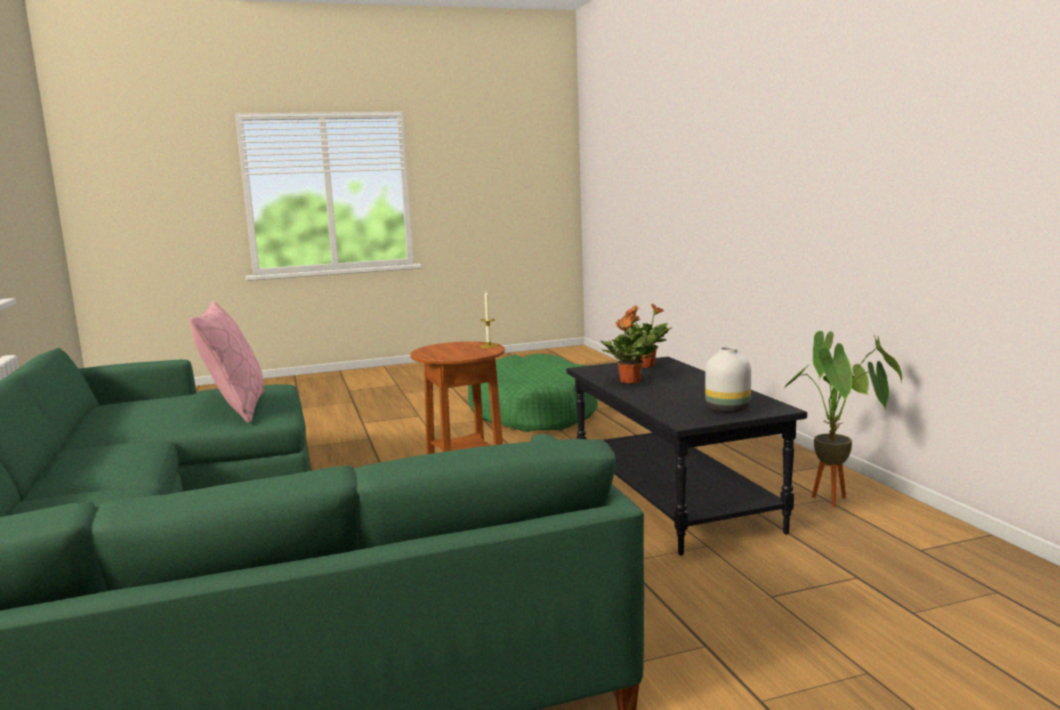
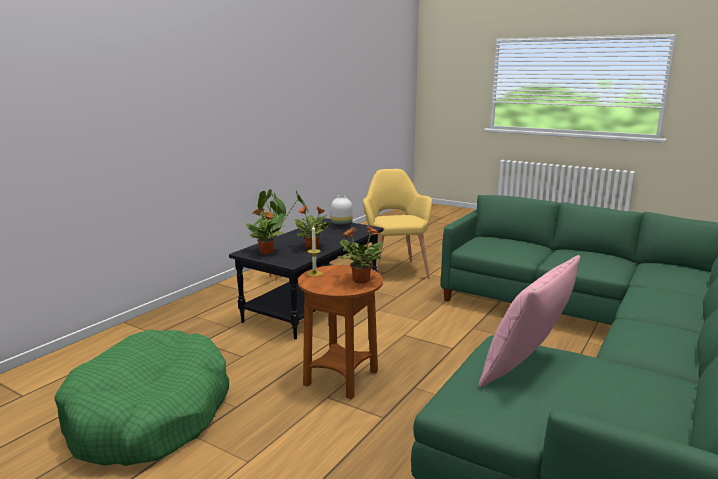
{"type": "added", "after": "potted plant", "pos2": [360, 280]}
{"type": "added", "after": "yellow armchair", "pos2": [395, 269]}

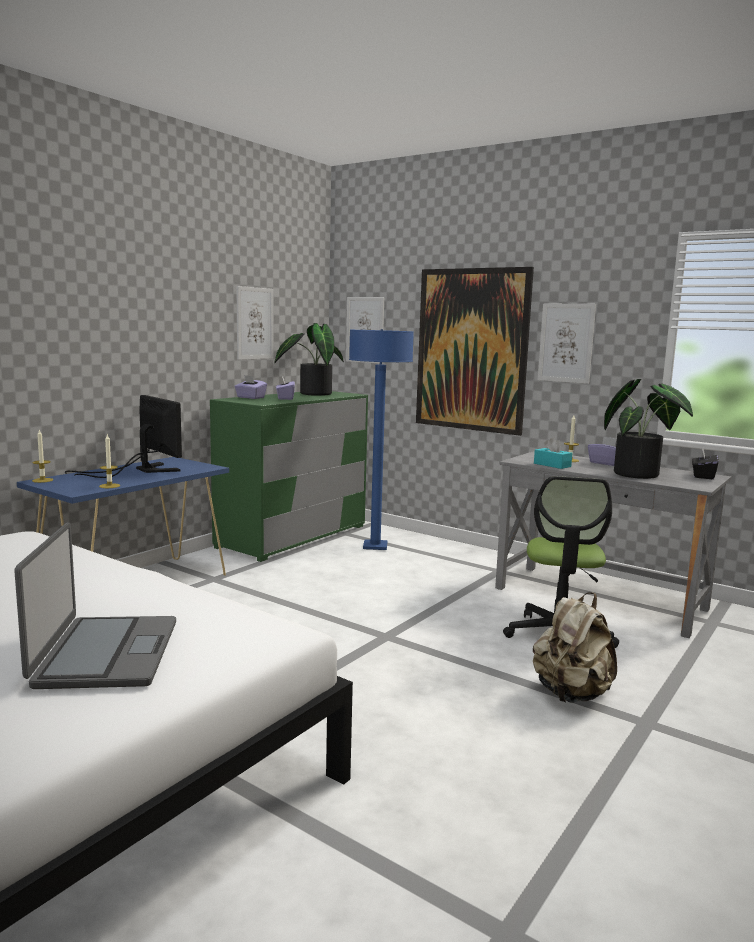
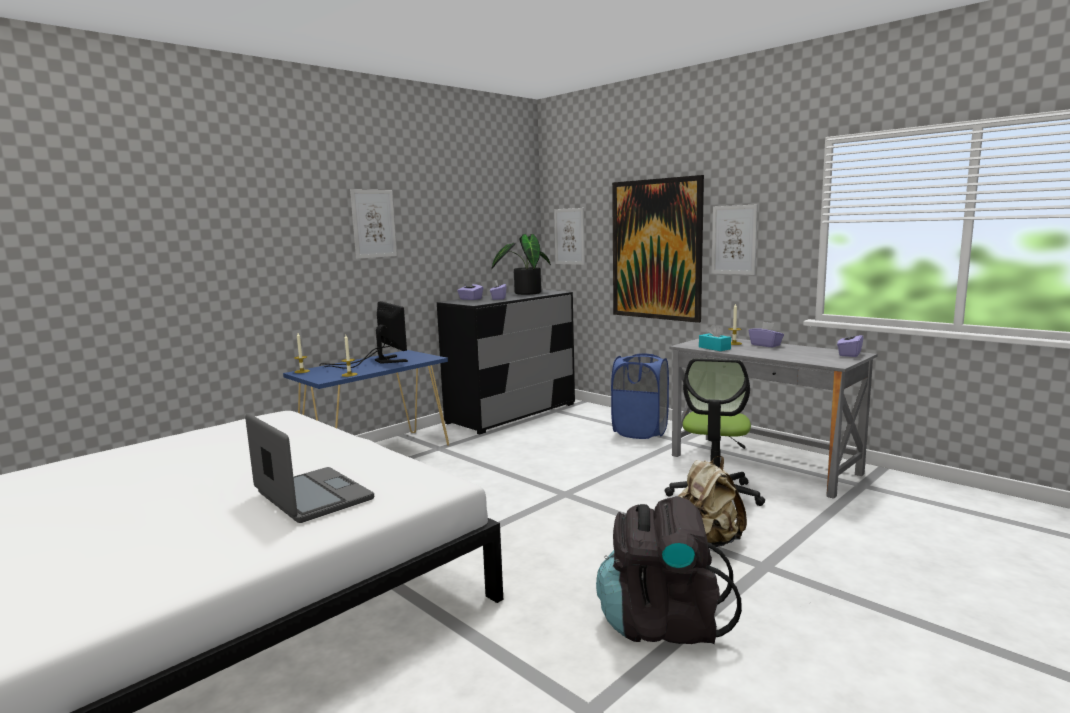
{"type": "removed", "before": "blue floor lamp", "pos1": [375, 546]}
{"type": "removed", "before": "potted plant", "pos1": [641, 474]}
{"type": "added", "after": "black backpack", "pos2": [662, 623]}
{"type": "added", "after": "blue laundry basket", "pos2": [640, 431]}
{"type": "moved", "before": "picture", "pos1": [254, 323], "pos2": [373, 224]}
{"type": "recoloured", "before": "green dresser", "after": "black dresser", "pos1": [293, 536], "pos2": [512, 413]}
{"type": "recoloured", "before": "black tissue box", "after": "purple tissue box", "pos1": [703, 476], "pos2": [849, 354]}
{"type": "turned", "before": "laptop", "pos1": [105, 653], "pos2": [312, 497], "turn": -45}

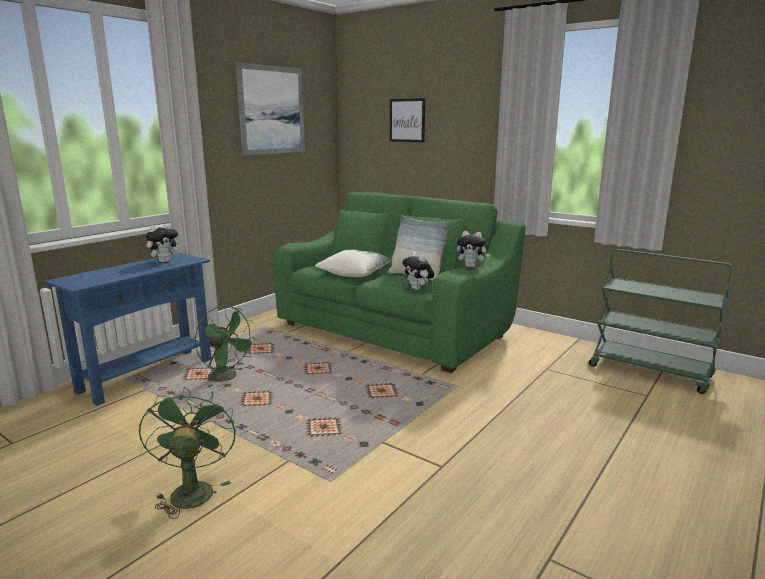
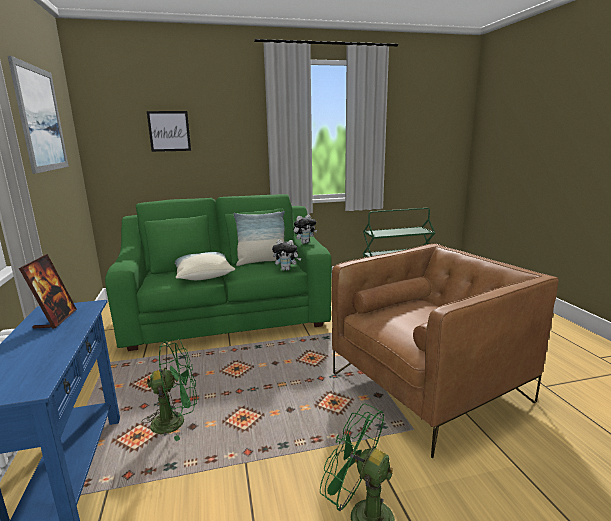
{"type": "added", "after": "brown armchair", "pos2": [428, 387]}
{"type": "replaced", "before": "plush toy", "after": "picture frame", "pos1": [165, 261], "pos2": [55, 319]}

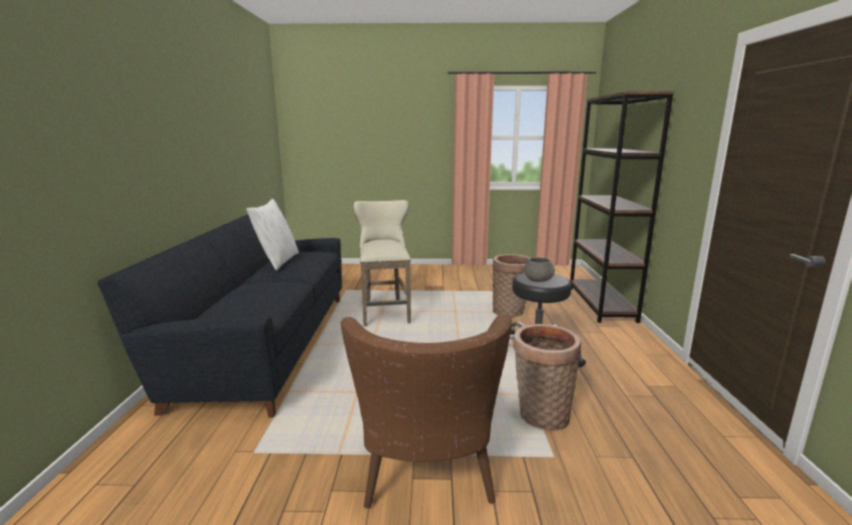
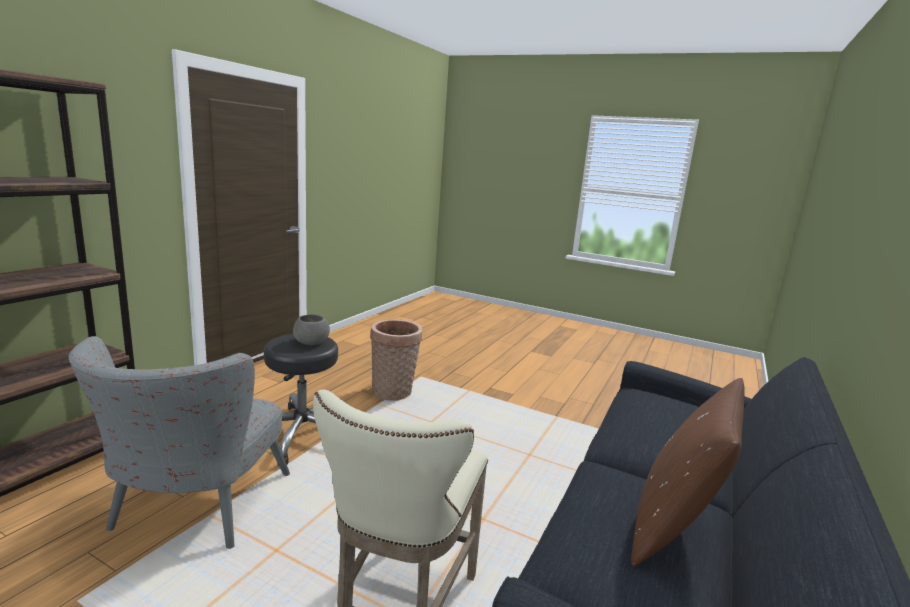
{"type": "removed", "before": "brown armchair", "pos1": [426, 475]}
{"type": "replaced", "before": "basket", "after": "grey armchair", "pos1": [510, 311], "pos2": [192, 511]}
{"type": "recoloured", "before": "white pillow", "after": "brown pillow", "pos1": [277, 261], "pos2": [674, 529]}

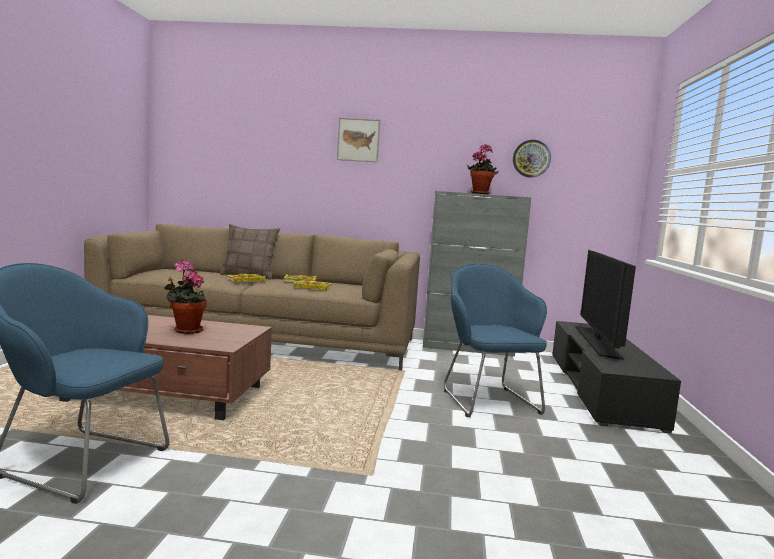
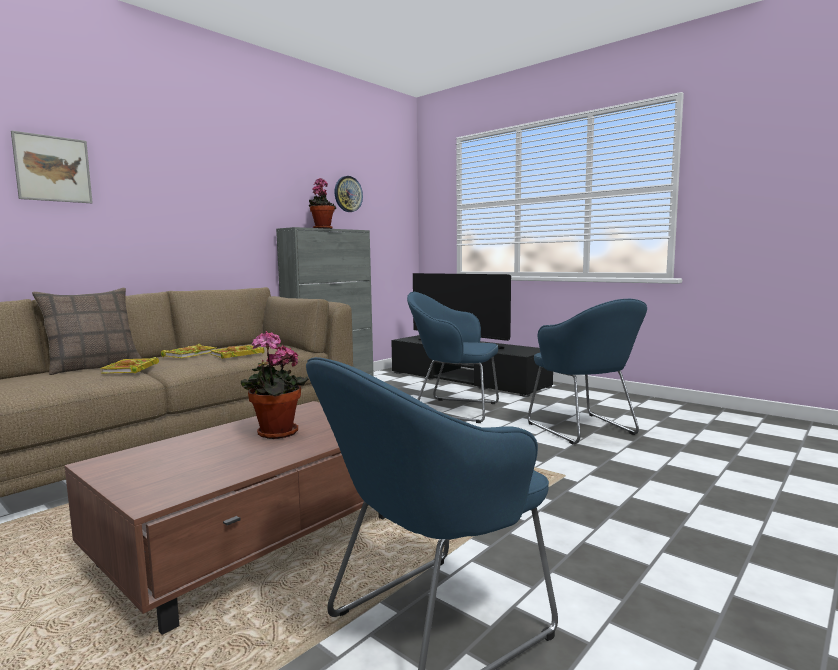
{"type": "added", "after": "blue armchair", "pos2": [585, 430]}
{"type": "moved", "before": "picture", "pos1": [358, 140], "pos2": [53, 169]}

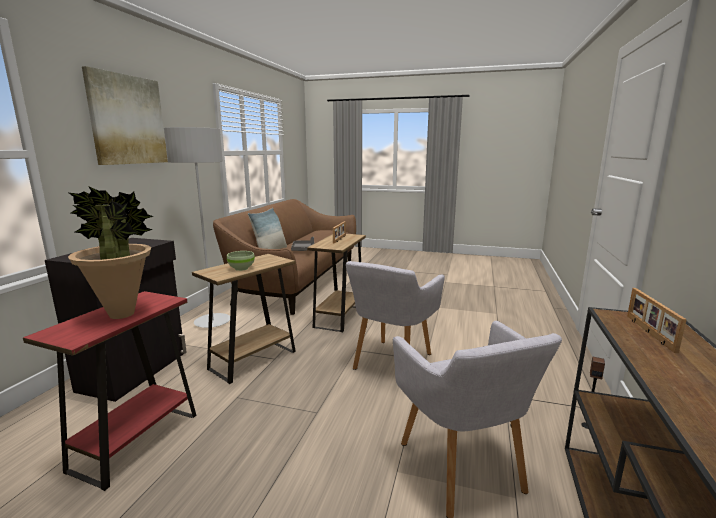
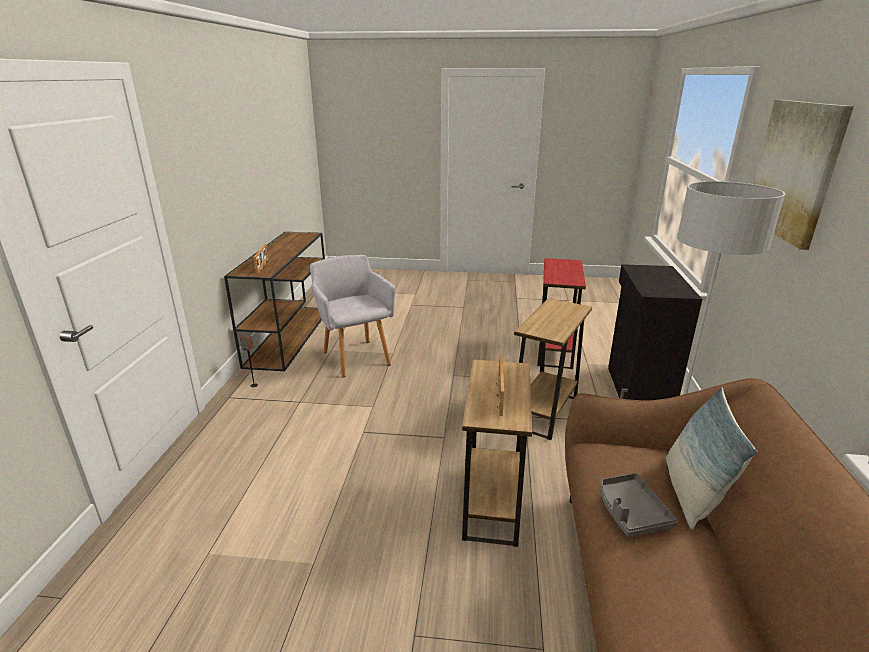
{"type": "removed", "before": "potted plant", "pos1": [122, 314]}
{"type": "removed", "before": "green bowl", "pos1": [241, 268]}
{"type": "removed", "before": "grey armchair", "pos1": [390, 362]}

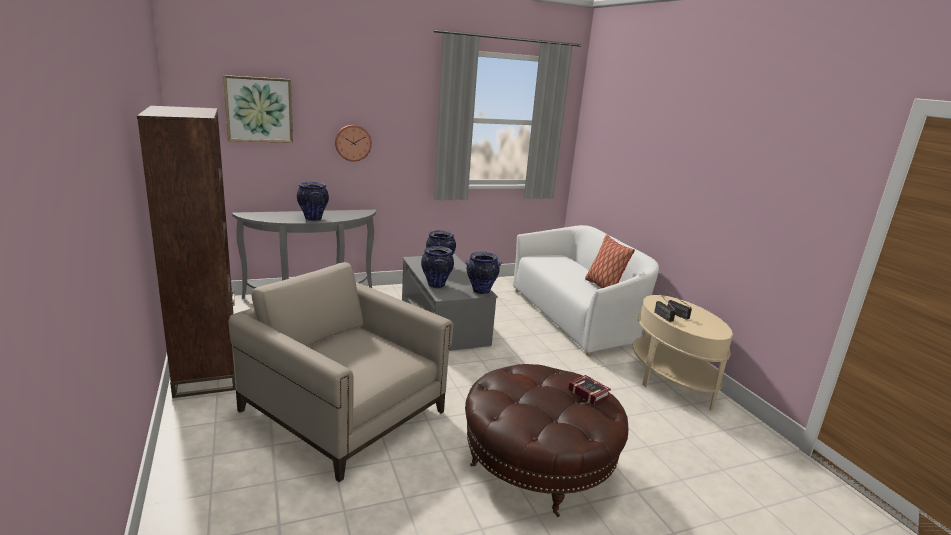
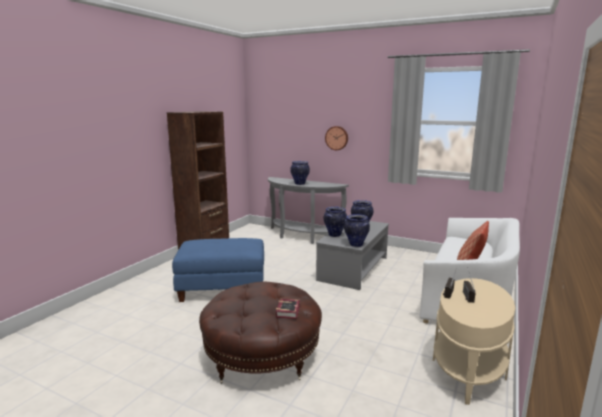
{"type": "removed", "before": "picture", "pos1": [259, 109]}
{"type": "replaced", "before": "beige armchair", "after": "blue ottoman", "pos1": [344, 411], "pos2": [223, 288]}

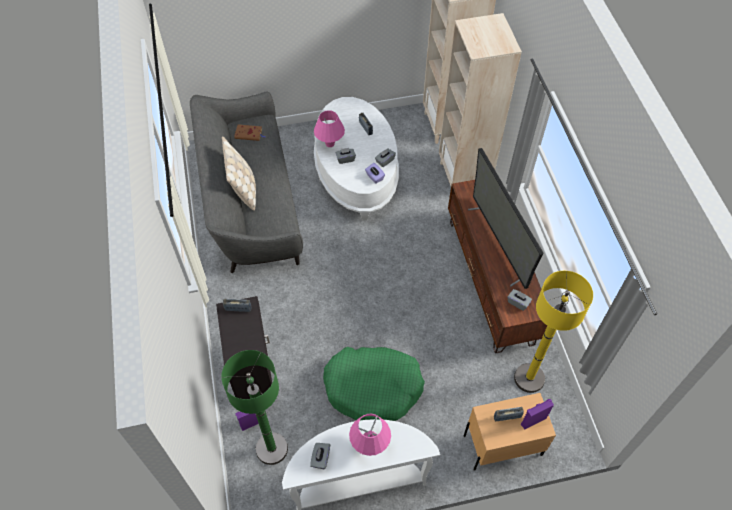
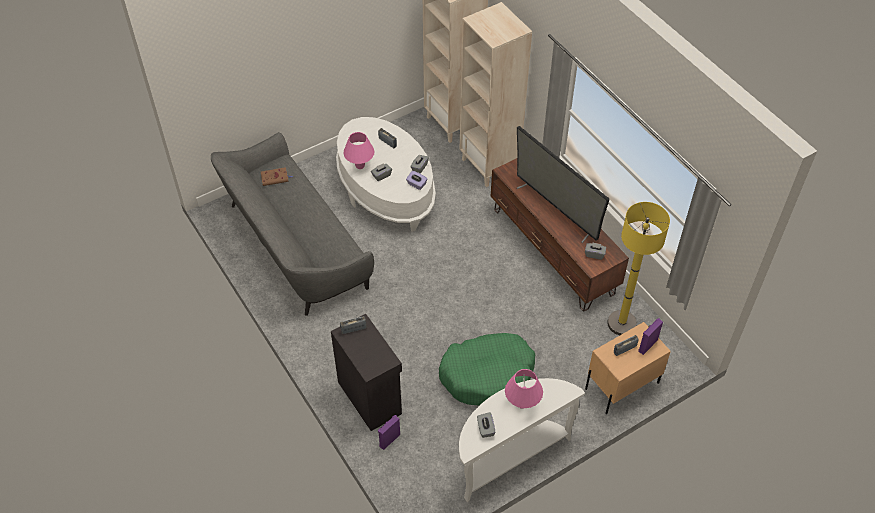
{"type": "removed", "before": "green floor lamp", "pos1": [272, 449]}
{"type": "removed", "before": "beige pillow", "pos1": [243, 189]}

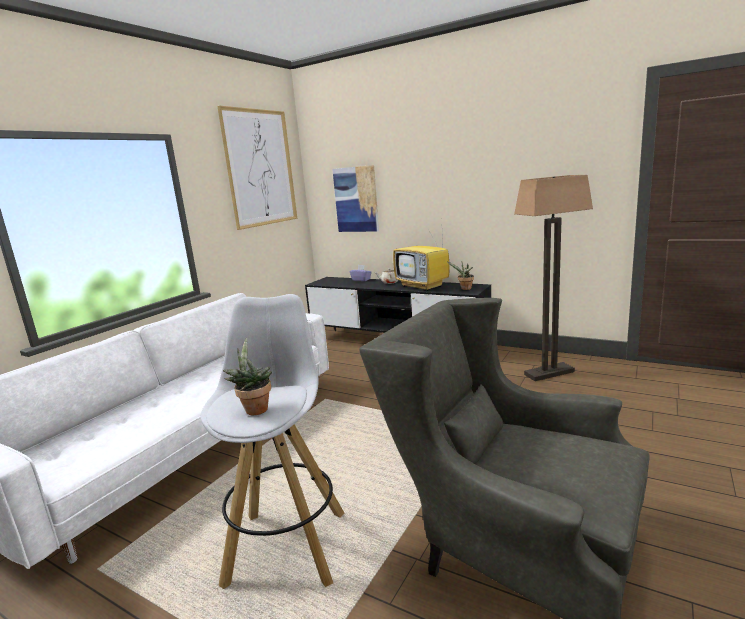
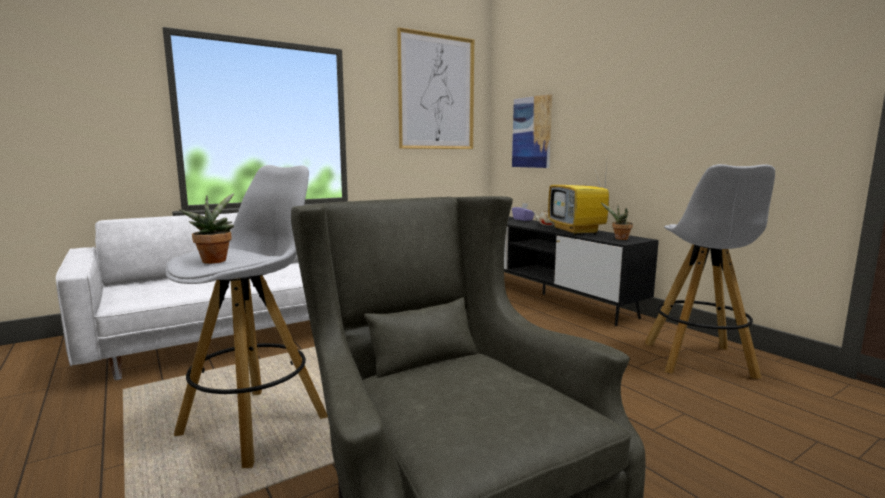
{"type": "replaced", "before": "floor lamp", "after": "white stool", "pos1": [549, 373], "pos2": [698, 361]}

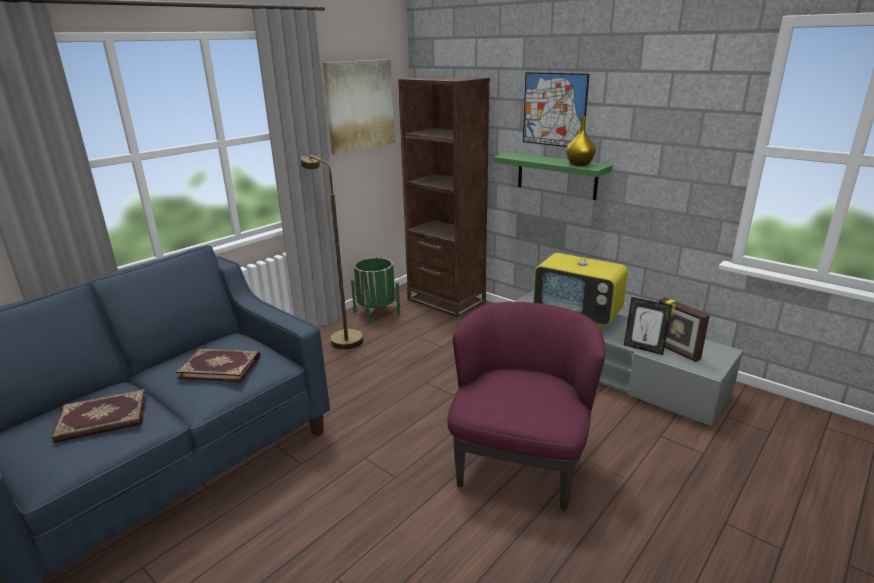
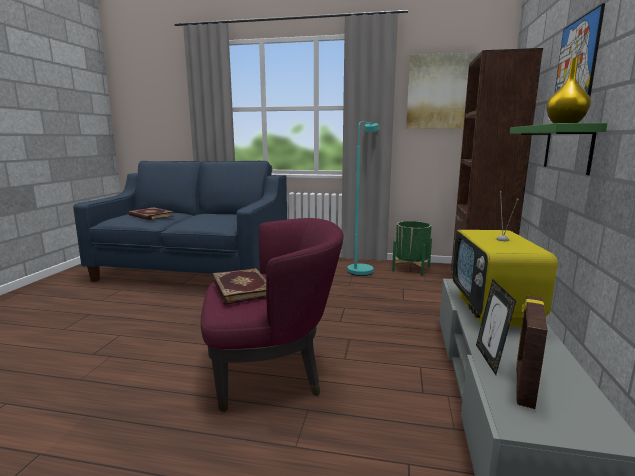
{"type": "moved", "before": "book", "pos1": [220, 367], "pos2": [243, 288]}
{"type": "recoloured", "before": "brown floor lamp", "after": "turquoise floor lamp", "pos1": [342, 338], "pos2": [361, 269]}

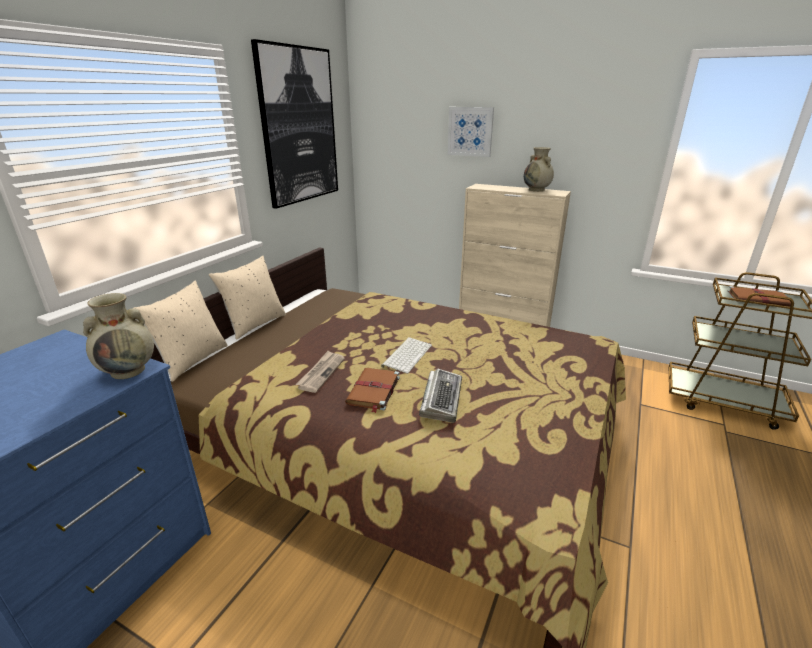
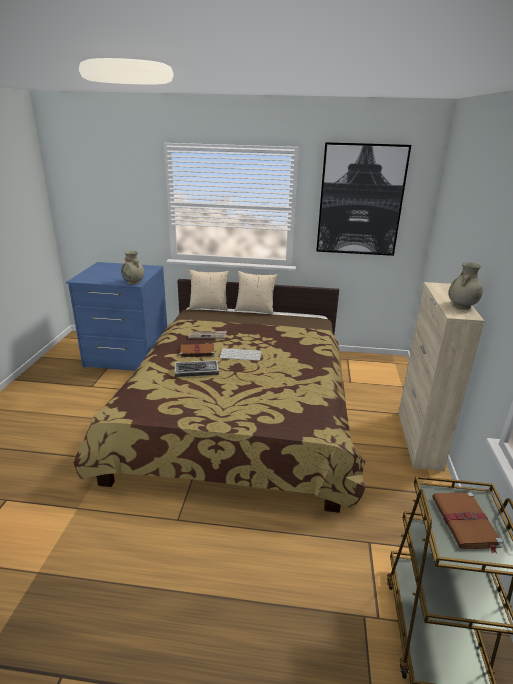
{"type": "removed", "before": "picture", "pos1": [470, 131]}

